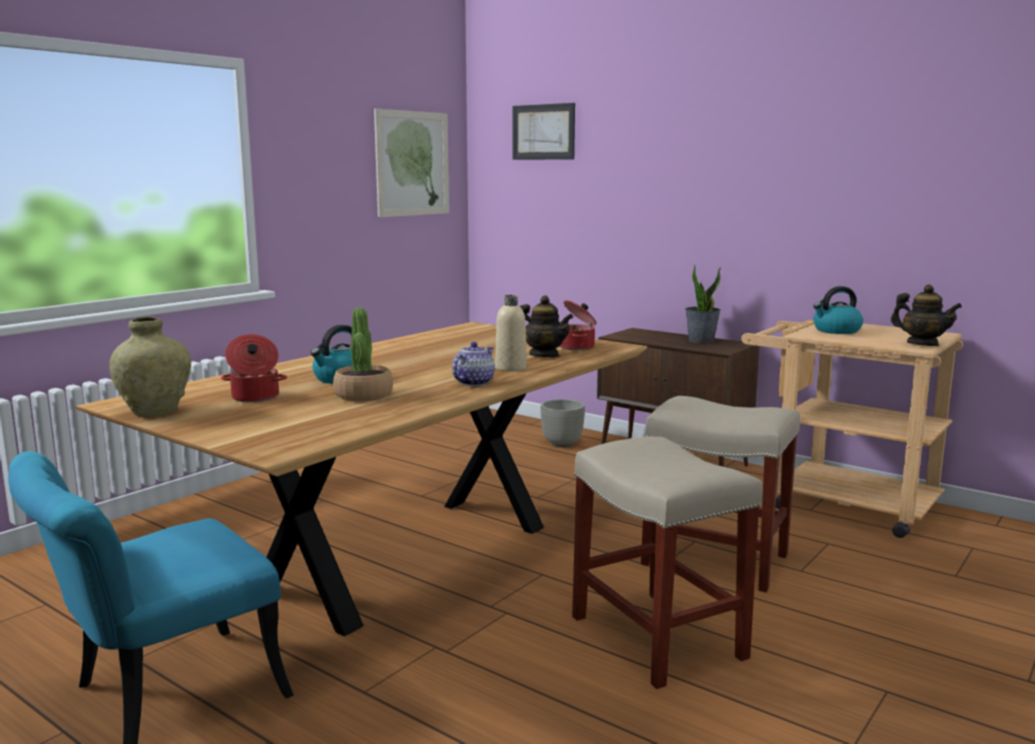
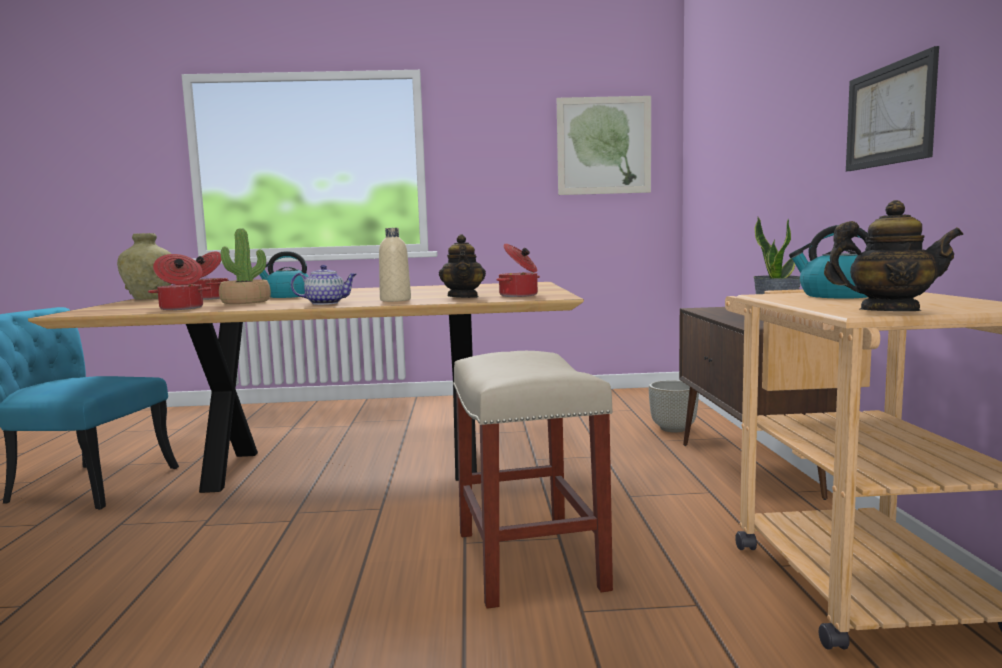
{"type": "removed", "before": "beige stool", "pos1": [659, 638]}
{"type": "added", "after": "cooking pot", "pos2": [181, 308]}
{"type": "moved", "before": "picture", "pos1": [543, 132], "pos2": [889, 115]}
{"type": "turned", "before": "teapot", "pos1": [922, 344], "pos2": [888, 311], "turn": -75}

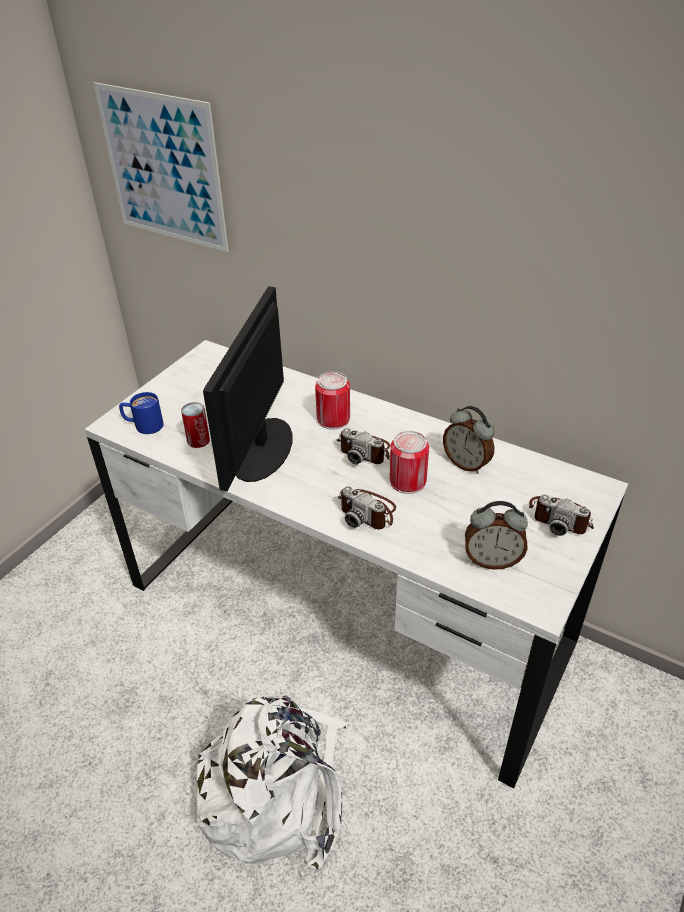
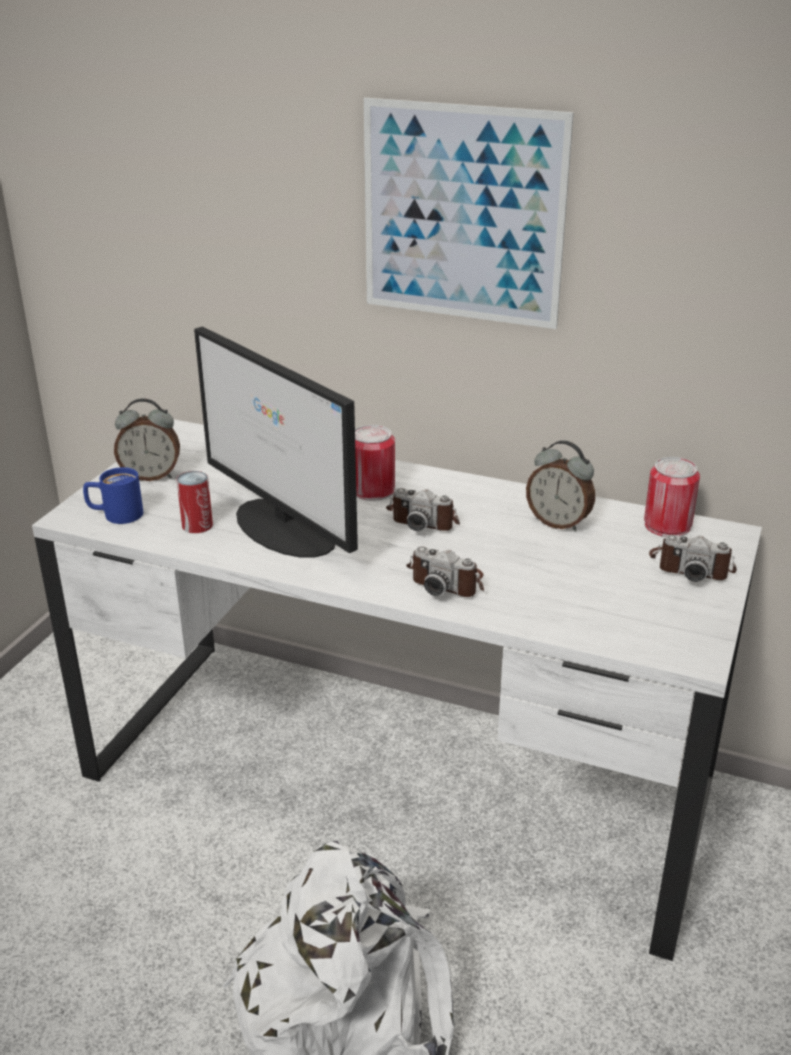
{"type": "moved", "before": "picture", "pos1": [163, 168], "pos2": [462, 215]}
{"type": "moved", "before": "can", "pos1": [407, 481], "pos2": [667, 525]}
{"type": "moved", "before": "alarm clock", "pos1": [492, 560], "pos2": [151, 476]}
{"type": "turned", "before": "monitor", "pos1": [261, 450], "pos2": [286, 528], "turn": -45}

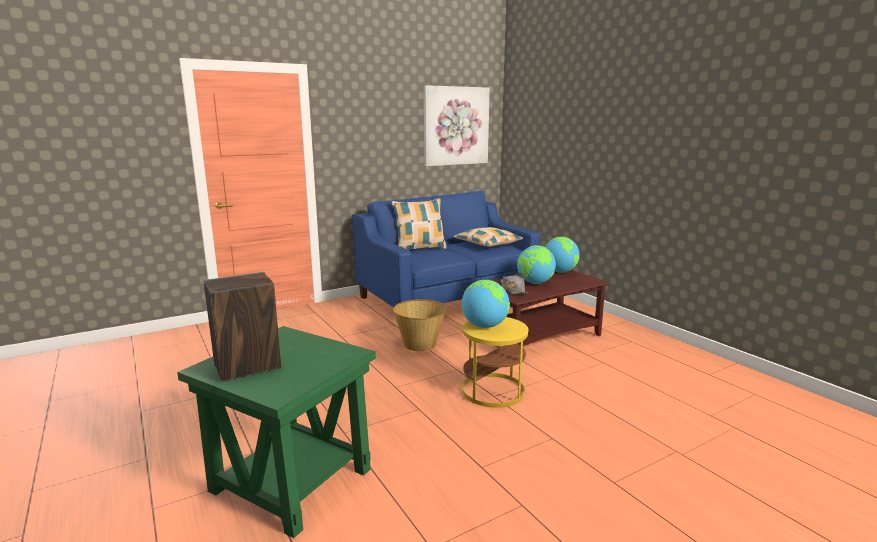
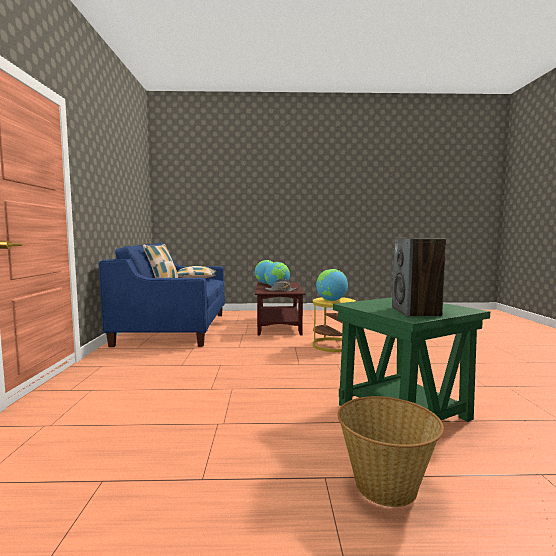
{"type": "removed", "before": "picture", "pos1": [456, 126]}
{"type": "moved", "before": "basket", "pos1": [420, 344], "pos2": [386, 484]}

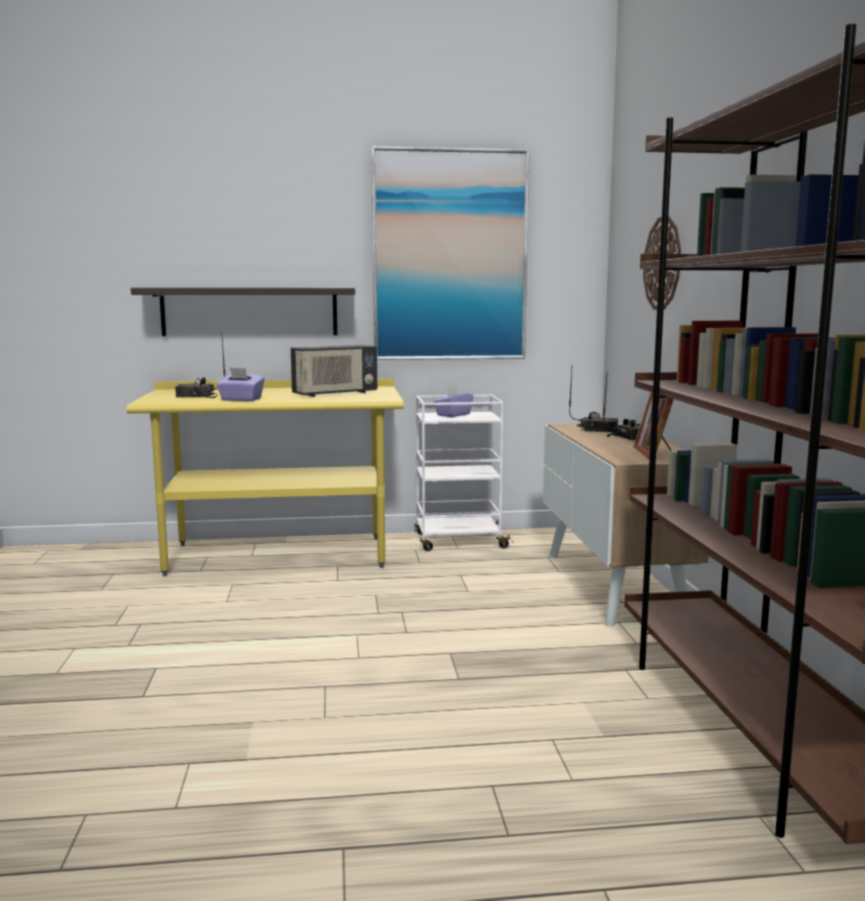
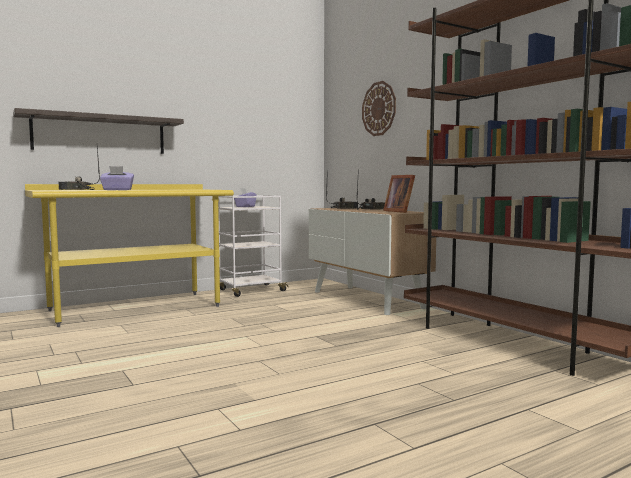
{"type": "removed", "before": "radio", "pos1": [335, 394]}
{"type": "removed", "before": "picture", "pos1": [450, 256]}

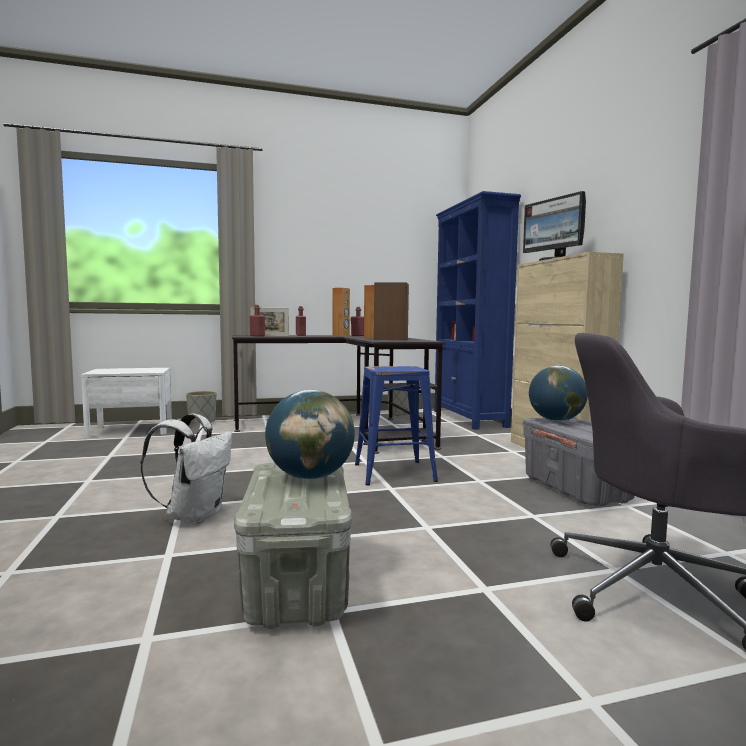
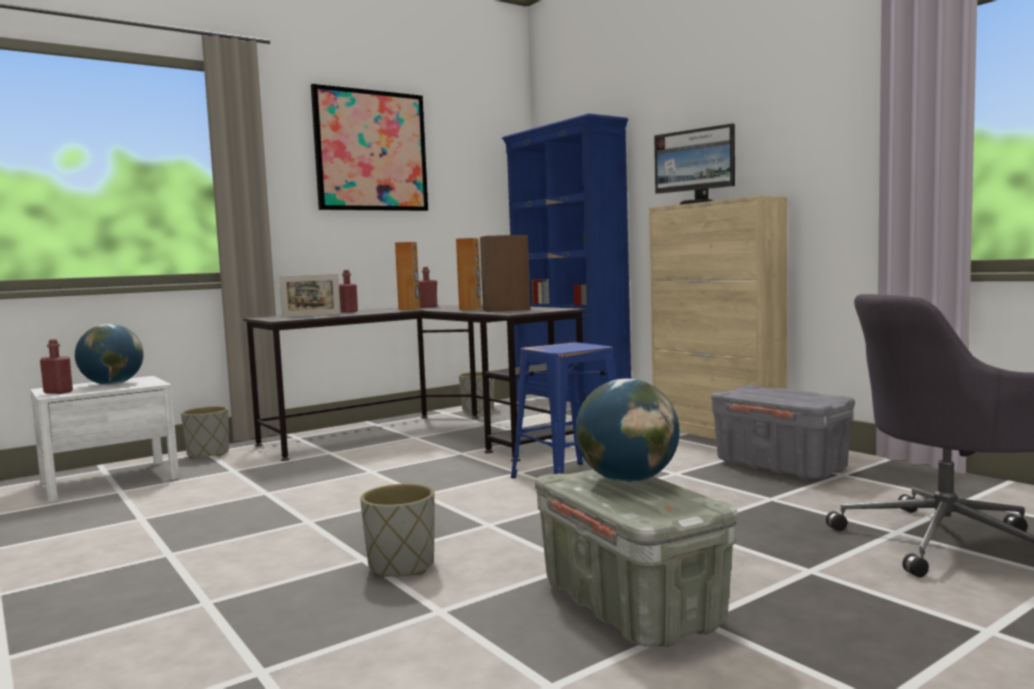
{"type": "added", "after": "picture", "pos2": [371, 151]}
{"type": "moved", "before": "red bottle", "pos1": [257, 336], "pos2": [58, 392]}
{"type": "moved", "before": "globe", "pos1": [556, 420], "pos2": [112, 384]}
{"type": "replaced", "before": "white backpack", "after": "grey planter", "pos1": [194, 516], "pos2": [401, 566]}

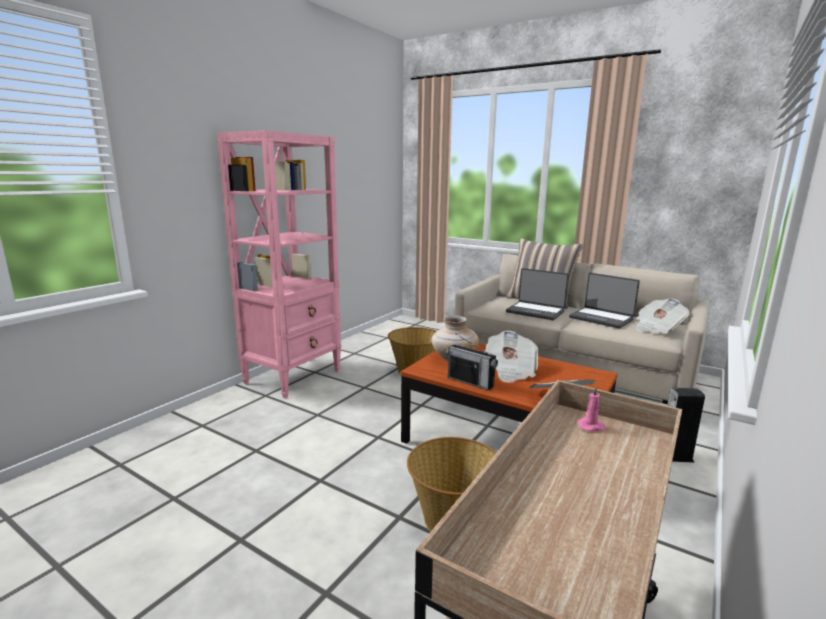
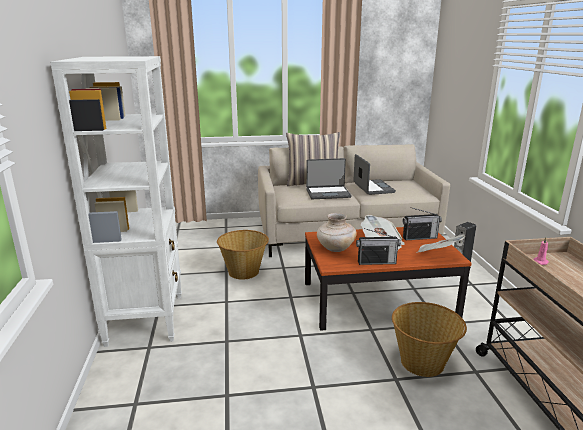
{"type": "removed", "before": "newspaper", "pos1": [657, 328]}
{"type": "added", "after": "radio", "pos2": [419, 237]}
{"type": "recoloured", "before": "pink bookcase", "after": "white bookcase", "pos1": [294, 376], "pos2": [146, 318]}
{"type": "turned", "before": "laptop", "pos1": [601, 318], "pos2": [372, 188], "turn": -105}

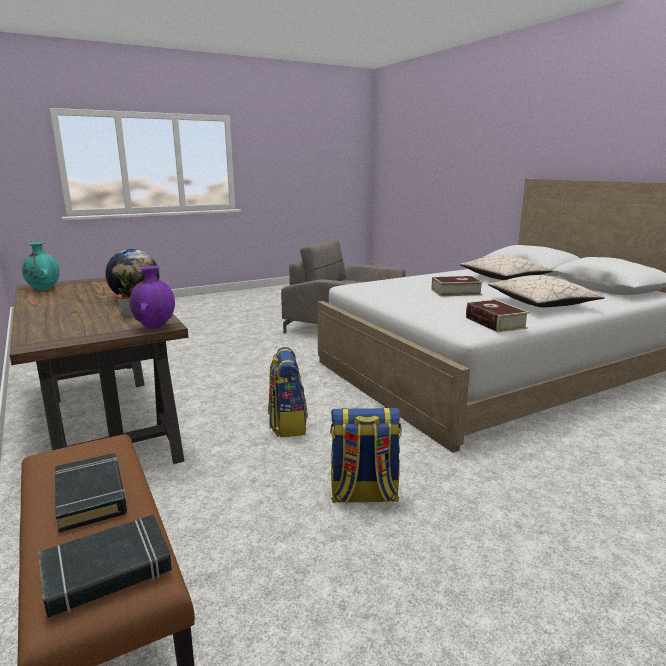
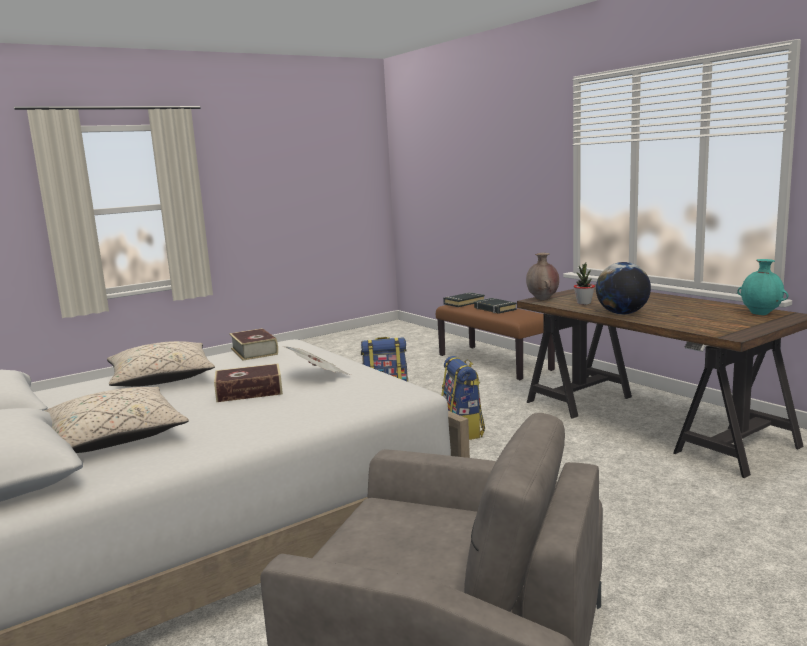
{"type": "added", "after": "newspaper", "pos2": [319, 377]}
{"type": "recoloured", "before": "purple vase", "after": "brown vase", "pos1": [155, 326], "pos2": [543, 299]}

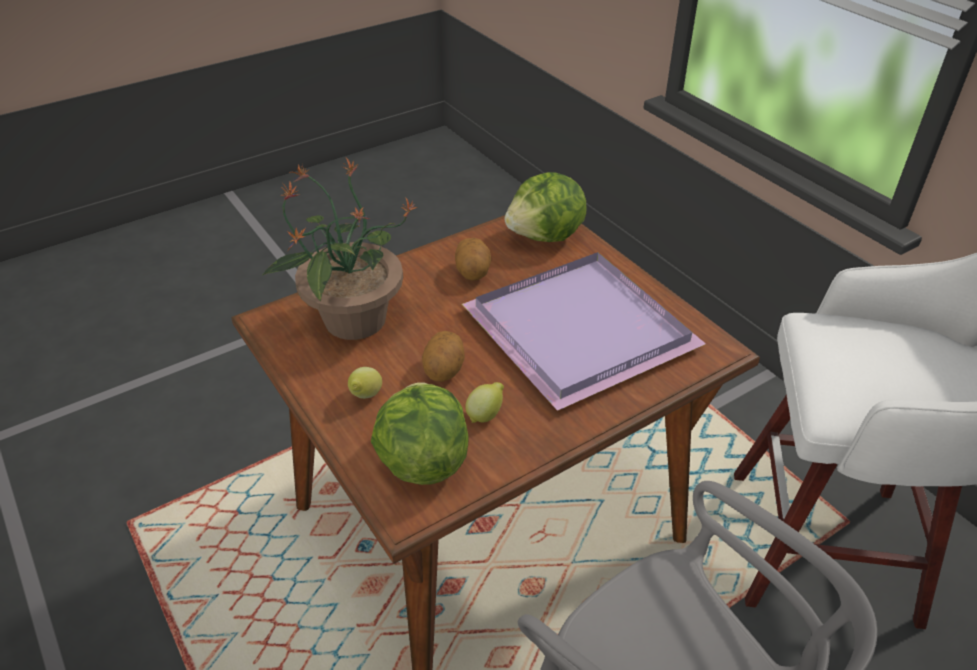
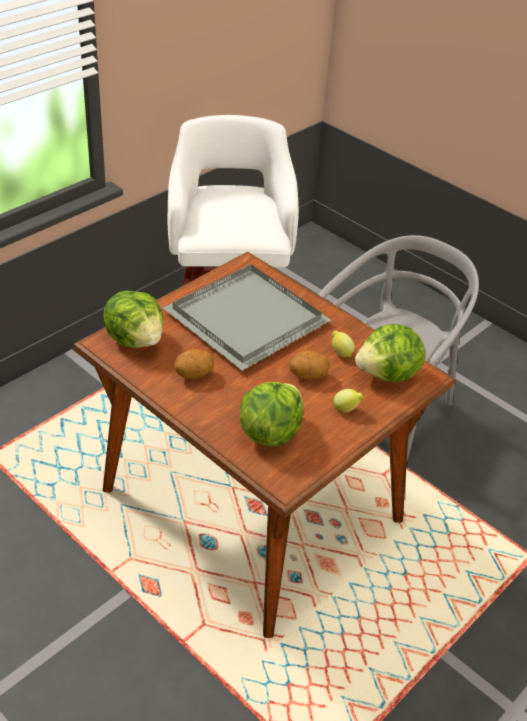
{"type": "replaced", "before": "potted plant", "after": "lettuce", "pos1": [353, 320], "pos2": [270, 432]}
{"type": "recoloured", "before": "purple tray", "after": "grey tray", "pos1": [575, 329], "pos2": [246, 320]}

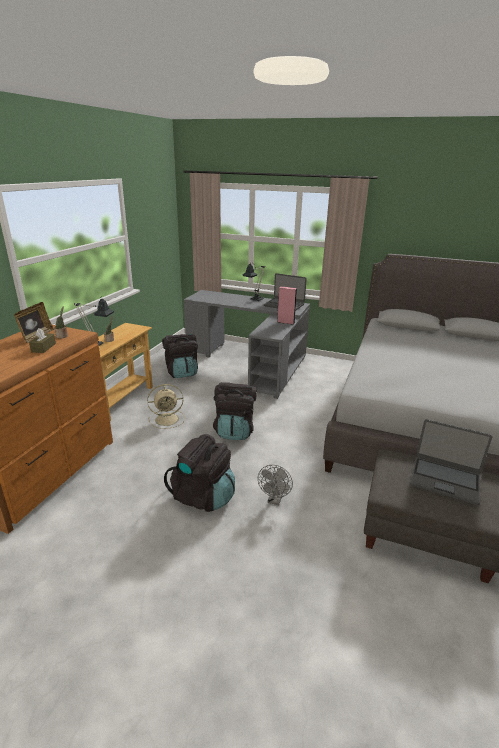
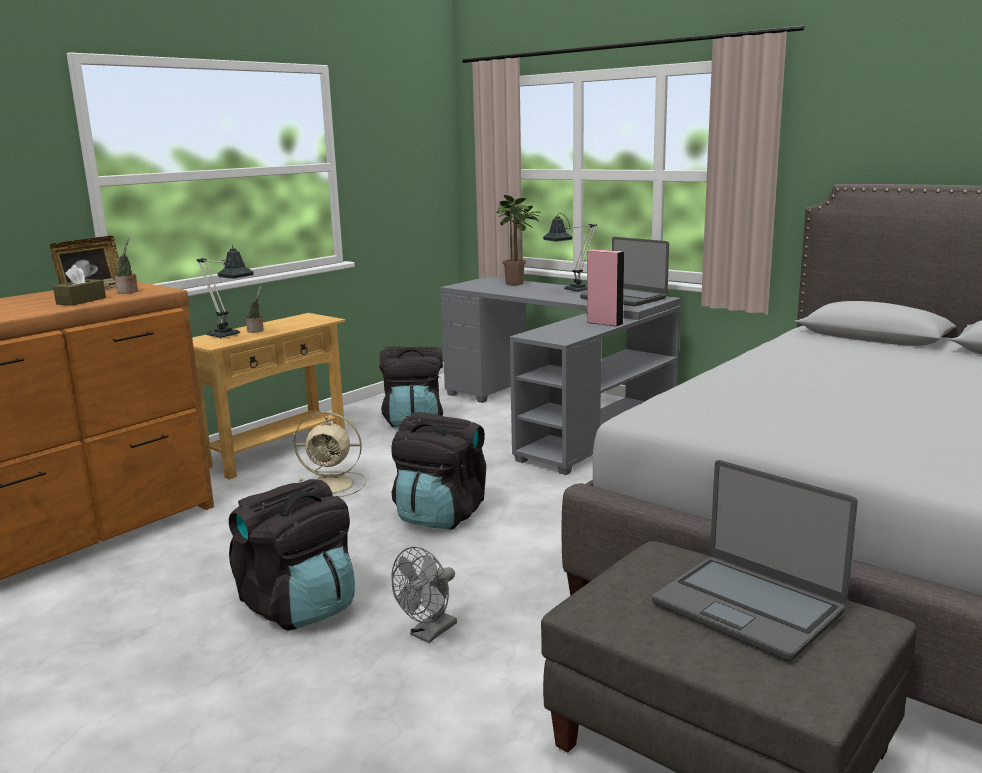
{"type": "added", "after": "potted plant", "pos2": [517, 284]}

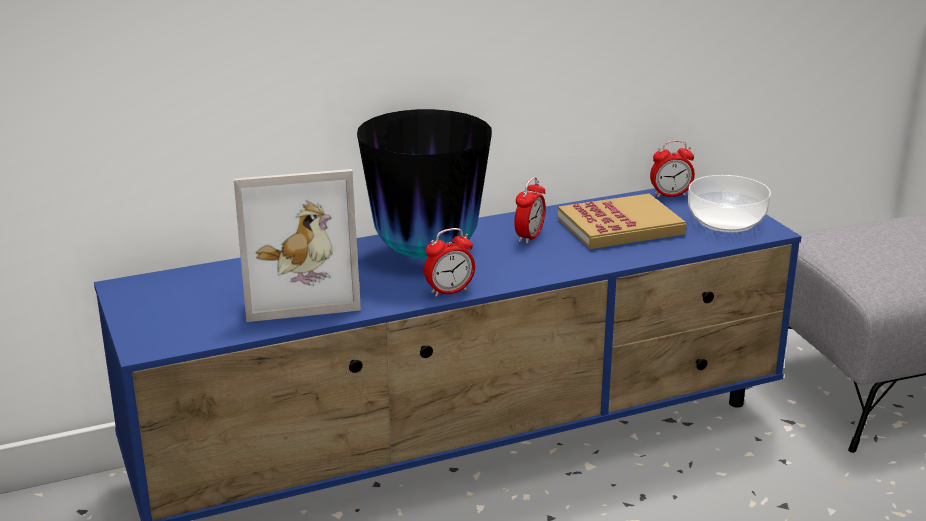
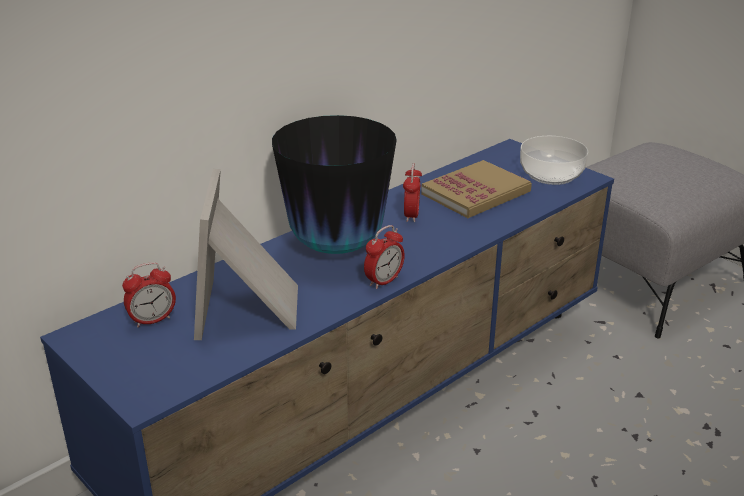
{"type": "moved", "before": "alarm clock", "pos1": [670, 195], "pos2": [152, 320]}
{"type": "turned", "before": "picture frame", "pos1": [298, 291], "pos2": [250, 308], "turn": 120}

